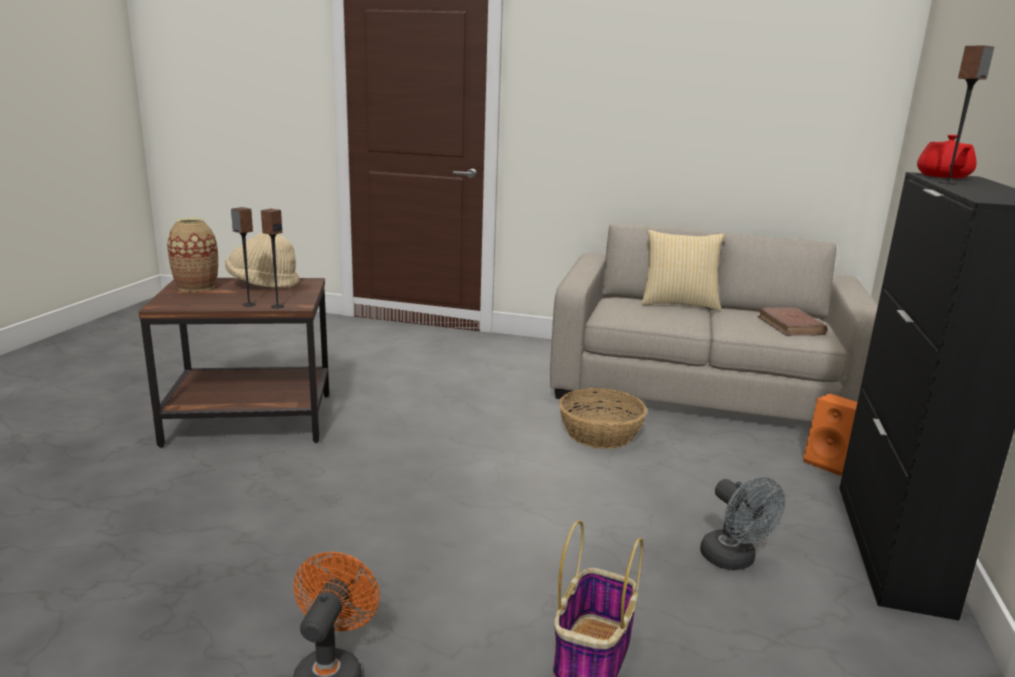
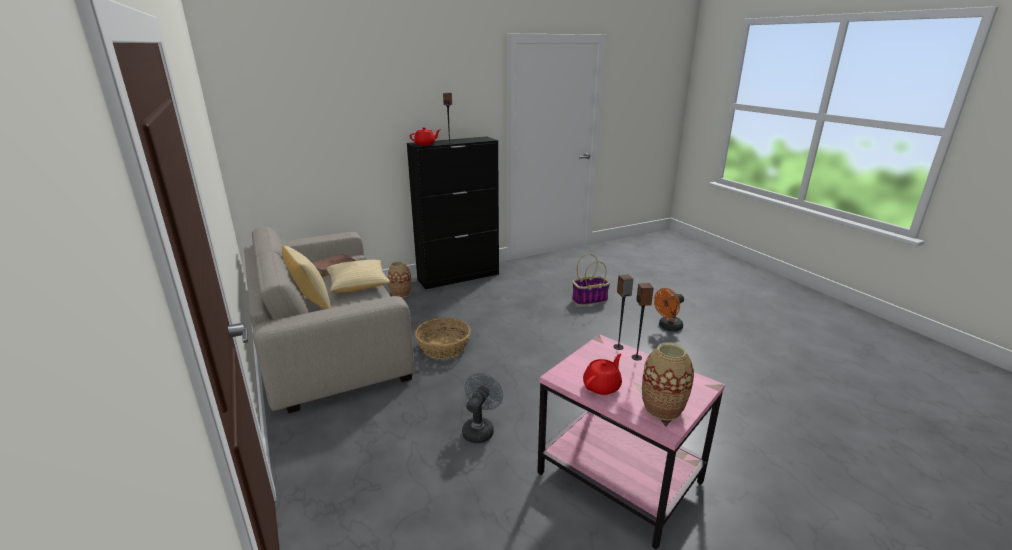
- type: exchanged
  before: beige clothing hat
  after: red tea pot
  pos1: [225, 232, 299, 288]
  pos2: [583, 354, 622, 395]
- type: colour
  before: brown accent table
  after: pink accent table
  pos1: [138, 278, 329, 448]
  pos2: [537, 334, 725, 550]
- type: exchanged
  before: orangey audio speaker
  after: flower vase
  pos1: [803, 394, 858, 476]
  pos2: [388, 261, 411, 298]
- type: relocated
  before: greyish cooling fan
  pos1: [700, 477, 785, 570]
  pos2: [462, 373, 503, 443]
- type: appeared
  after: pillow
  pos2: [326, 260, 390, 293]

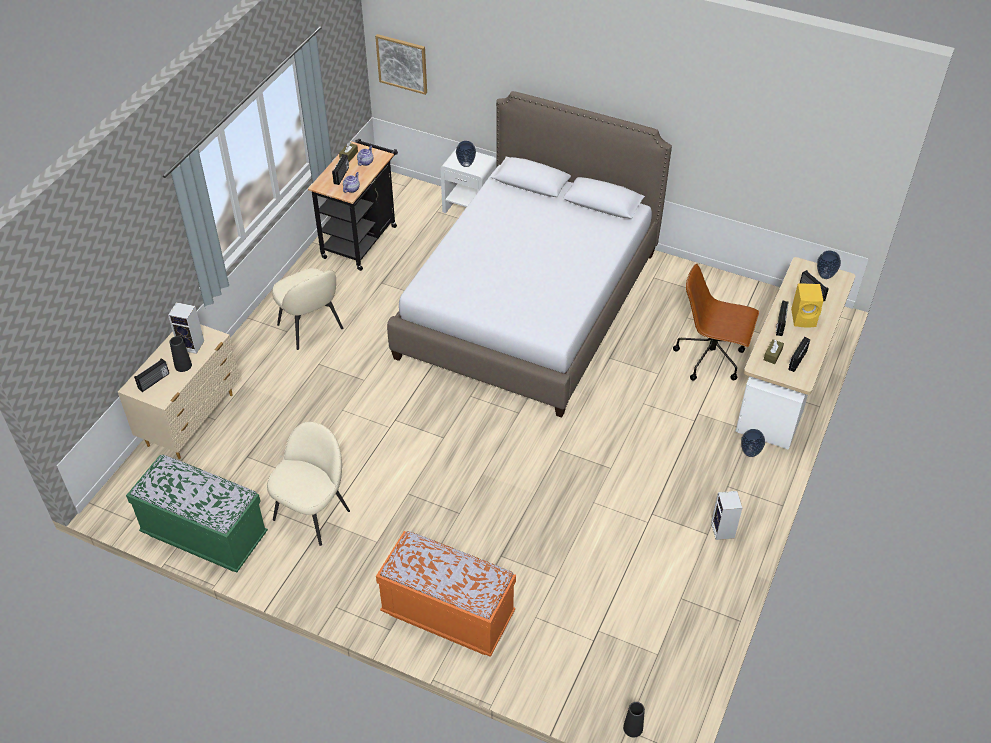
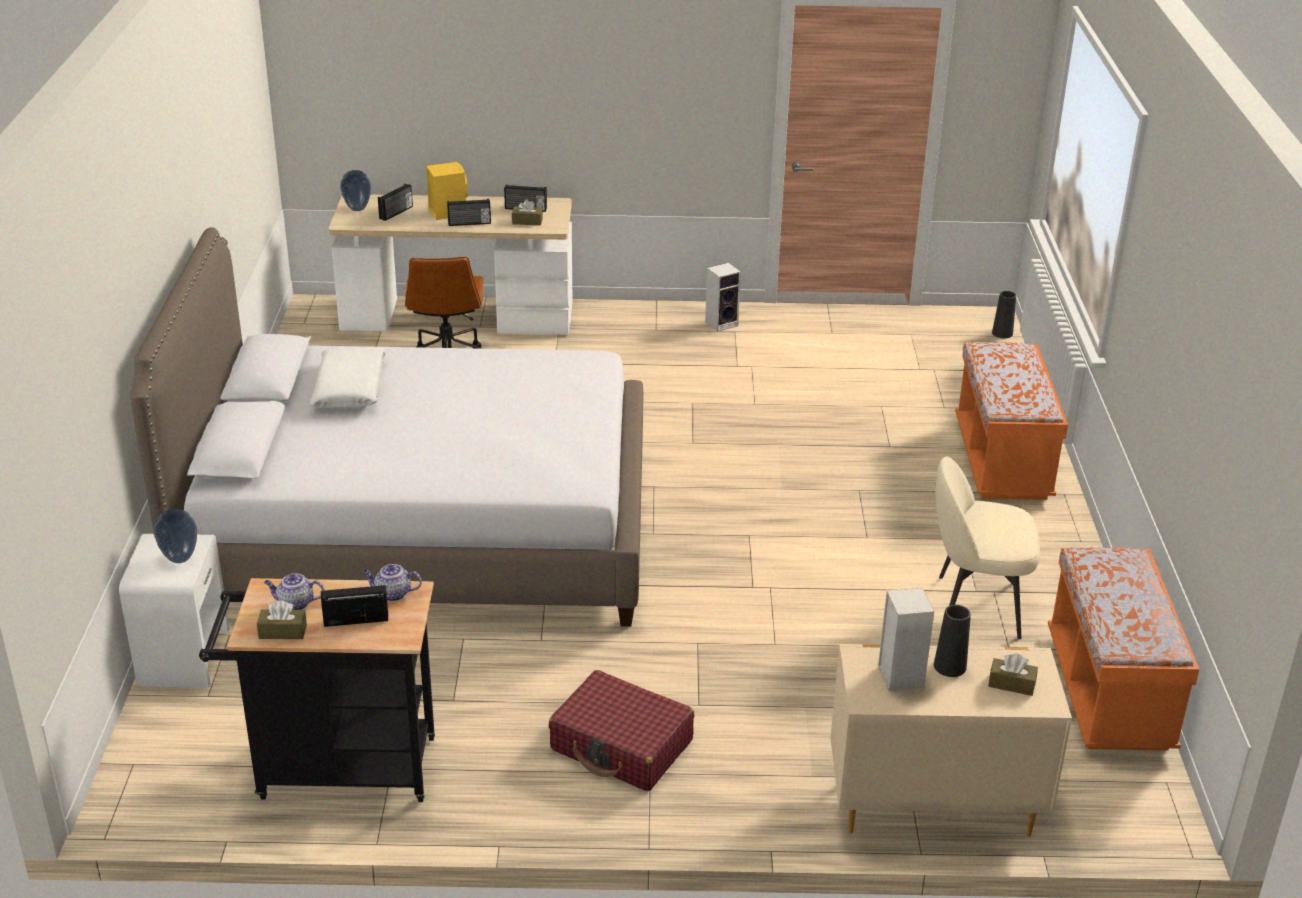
- type: missing
  before: wall picture
  pos1: [375, 34, 427, 95]
- type: exchanged
  before: beige chair
  after: red piece of luggage
  pos1: [272, 268, 343, 350]
  pos2: [548, 670, 694, 791]
- type: exchanged
  before: radio receiver
  after: brown box of tissues
  pos1: [134, 358, 169, 392]
  pos2: [988, 654, 1038, 696]
- type: missing
  before: flower vase
  pos1: [741, 429, 765, 457]
- type: colour
  before: greenish indoor bench
  after: orangey indoor bench
  pos1: [126, 455, 268, 572]
  pos2: [1048, 547, 1199, 750]
- type: appeared
  after: white-coloured pillow
  pos2: [310, 347, 386, 408]

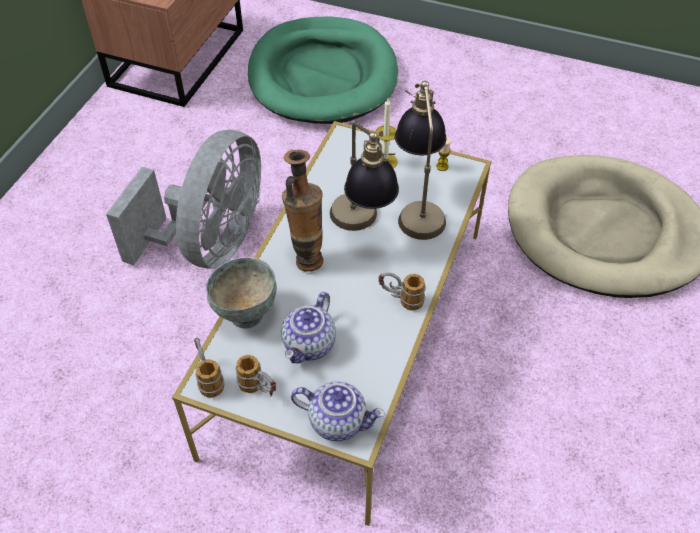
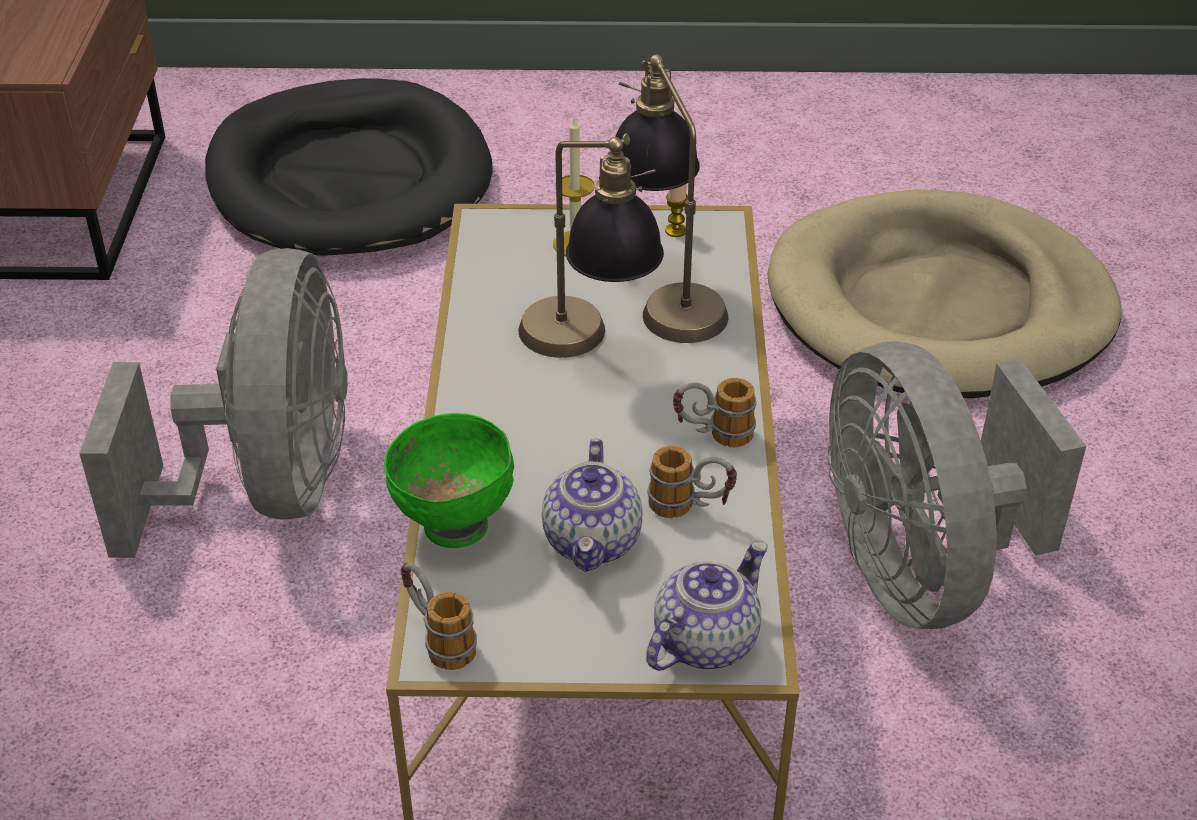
- type: colour
  before: greenish dog bed
  after: black dog bed
  pos1: [248, 17, 398, 124]
  pos2: [205, 78, 493, 256]
- type: missing
  before: flower vase
  pos1: [282, 150, 323, 272]
- type: colour
  before: greyish serving bowl
  after: greenish serving bowl
  pos1: [206, 257, 277, 328]
  pos2: [384, 413, 514, 548]
- type: relocated
  before: tea mug
  pos1: [235, 355, 276, 397]
  pos2: [648, 446, 737, 518]
- type: spun
  before: tea pot
  pos1: [291, 381, 385, 441]
  pos2: [646, 541, 768, 671]
  turn: -45
- type: appeared
  after: greyish cooling fan
  pos2: [827, 341, 1086, 629]

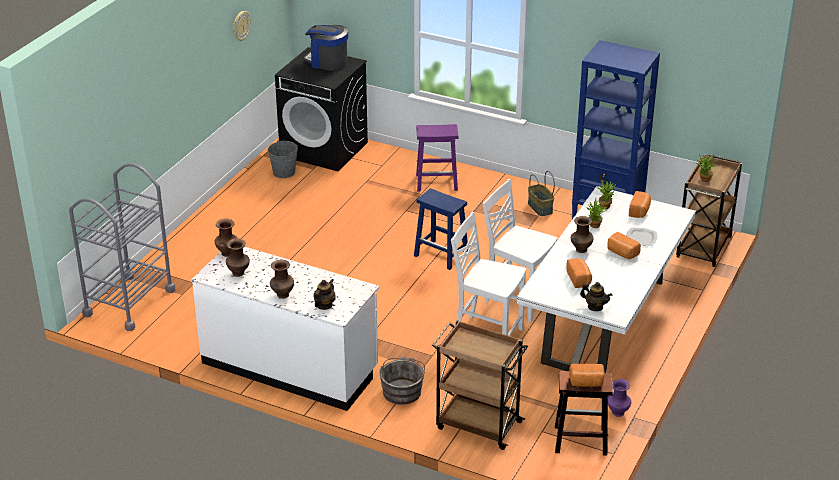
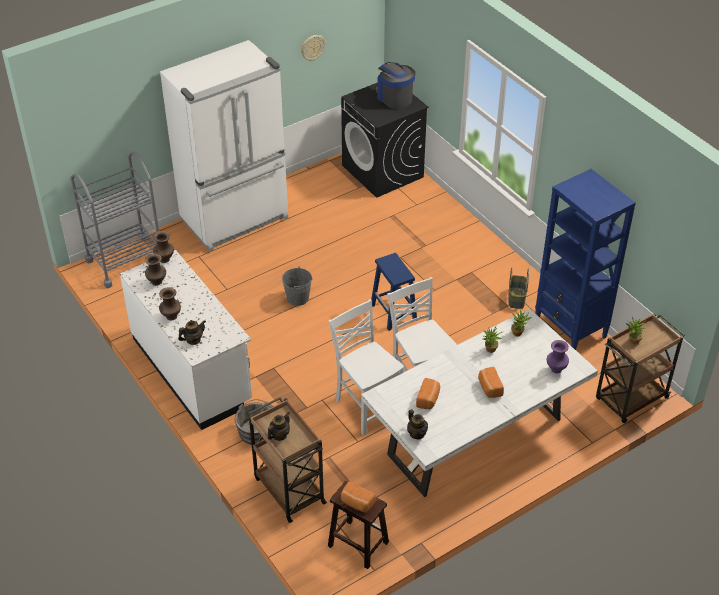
- type: missing
  before: purple stool seat
  pos1: [416, 124, 458, 192]
- type: relocated
  before: greyish pail
  pos1: [268, 140, 298, 178]
  pos2: [282, 267, 313, 306]
- type: missing
  before: baked bread
  pos1: [629, 191, 651, 218]
- type: missing
  before: brown flower vase
  pos1: [571, 216, 594, 253]
- type: missing
  before: flat dish
  pos1: [626, 228, 658, 246]
- type: relocated
  before: purple flower vase
  pos1: [608, 379, 631, 417]
  pos2: [547, 340, 569, 374]
- type: appeared
  after: white-coloured kitchen fridge
  pos2: [160, 40, 288, 252]
- type: appeared
  after: tea pot
  pos2: [268, 412, 290, 441]

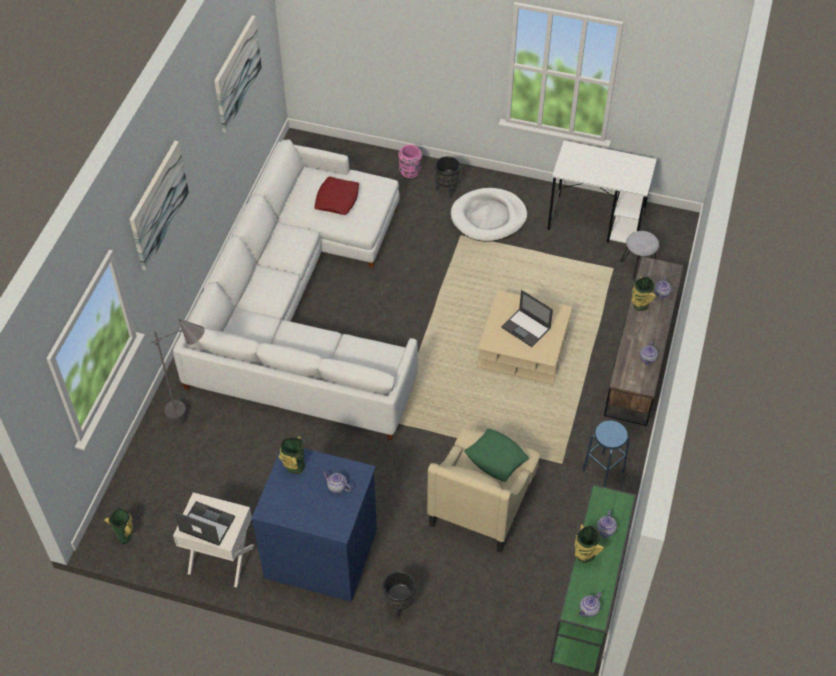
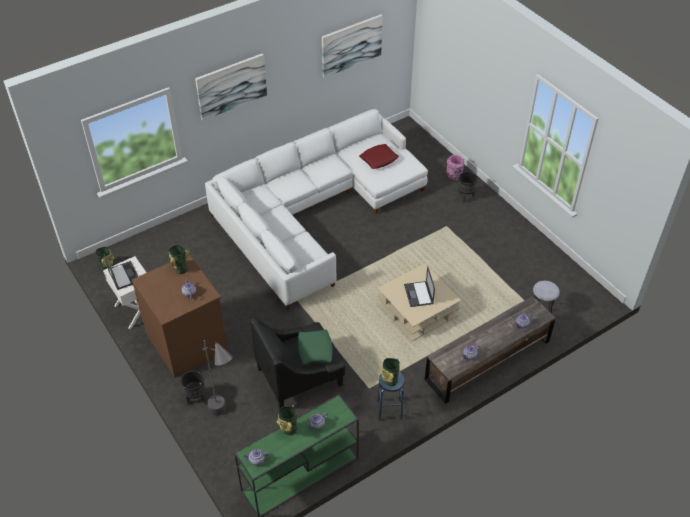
- type: missing
  before: white-coloured desk unit
  pos1: [547, 140, 657, 243]
- type: missing
  before: white-coloured dog bed
  pos1: [451, 188, 527, 242]
- type: relocated
  before: flower vase
  pos1: [631, 276, 656, 311]
  pos2: [380, 358, 400, 387]
- type: relocated
  before: greyish standing lamp
  pos1: [150, 319, 205, 426]
  pos2: [201, 340, 233, 416]
- type: colour
  before: beige easy chair
  after: black easy chair
  pos1: [427, 427, 539, 553]
  pos2: [250, 317, 345, 410]
- type: colour
  before: blue dresser
  after: brown dresser
  pos1: [252, 448, 377, 602]
  pos2: [132, 254, 228, 378]

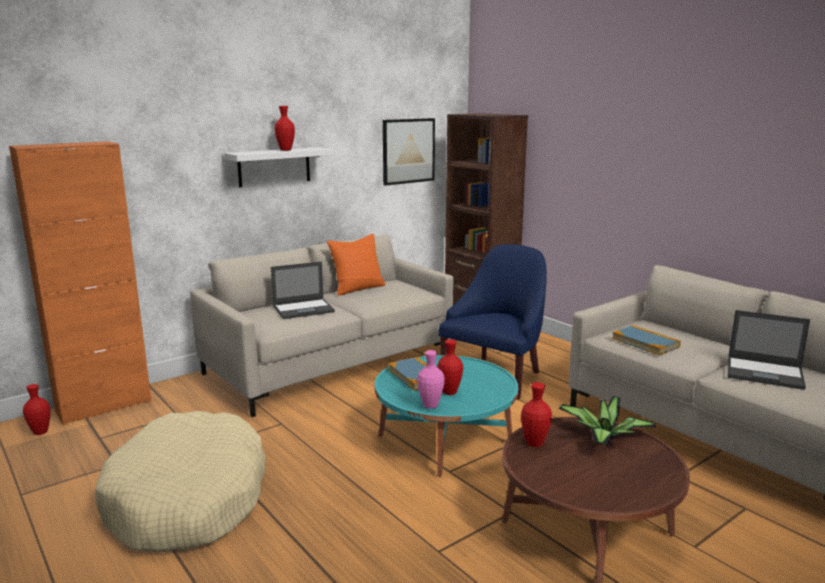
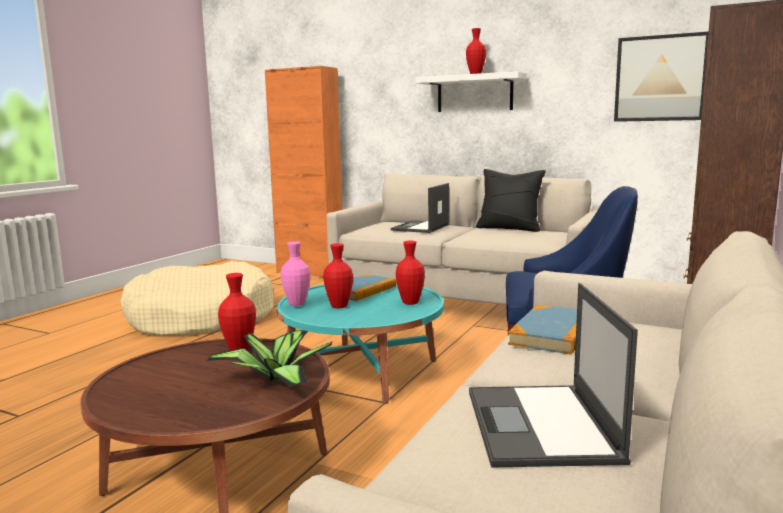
- type: colour
  before: orangey pillow
  after: black pillow
  pos1: [327, 234, 386, 295]
  pos2: [476, 169, 546, 232]
- type: spun
  before: portable computer
  pos1: [271, 262, 335, 319]
  pos2: [391, 183, 449, 233]
  turn: 75
- type: relocated
  before: red flower vase
  pos1: [23, 384, 51, 435]
  pos2: [396, 241, 425, 305]

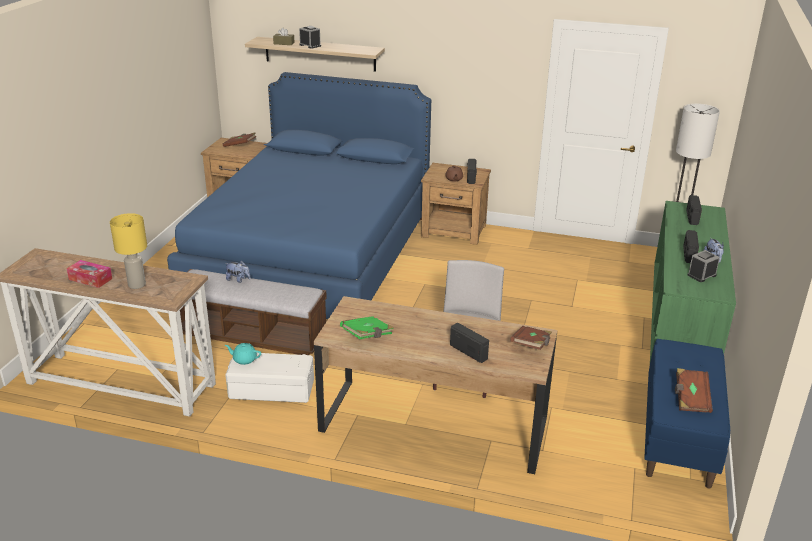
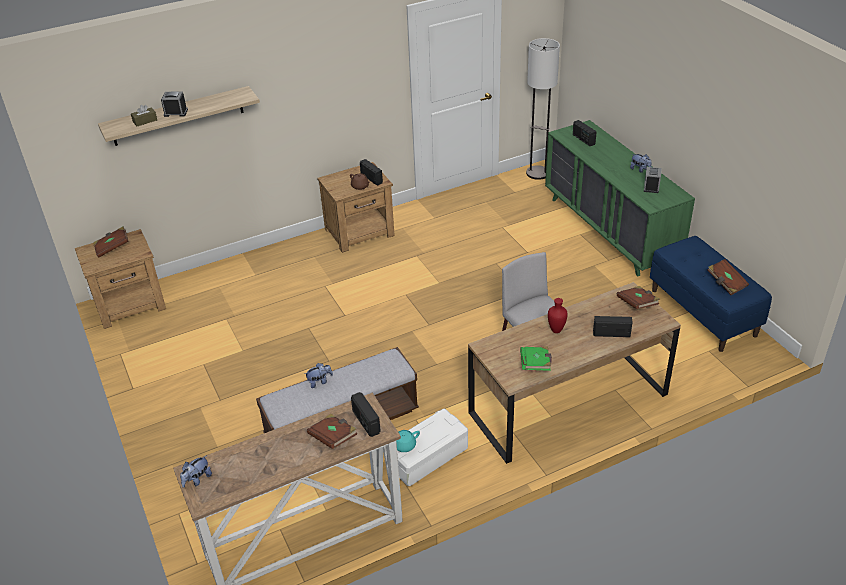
- type: missing
  before: blue sleeping bed
  pos1: [167, 72, 431, 319]
- type: exchanged
  before: yellow-coloured tabletop lamp
  after: brown bound book
  pos1: [110, 213, 147, 289]
  pos2: [307, 414, 357, 449]
- type: relocated
  before: radio receiver
  pos1: [683, 230, 699, 263]
  pos2: [351, 392, 381, 437]
- type: missing
  before: box of tissues
  pos1: [67, 260, 112, 288]
- type: appeared
  after: red flower vase
  pos2: [548, 298, 568, 333]
- type: appeared
  after: plush toy
  pos2: [180, 455, 212, 488]

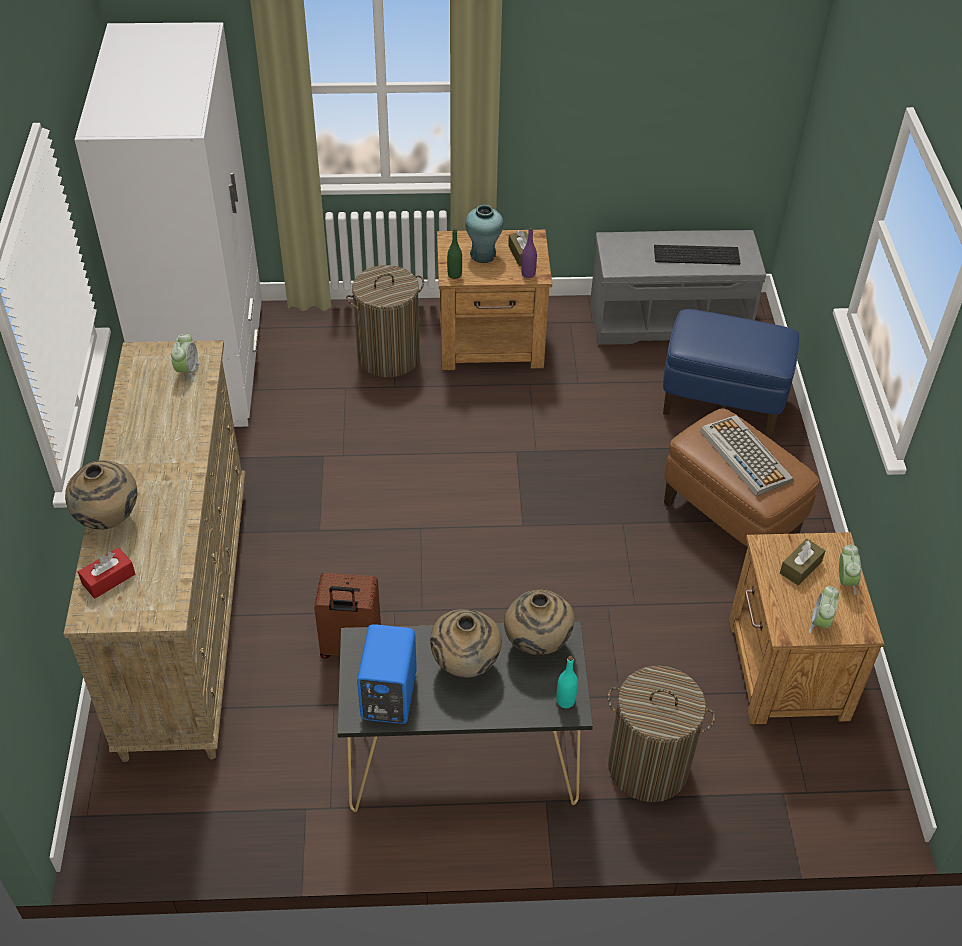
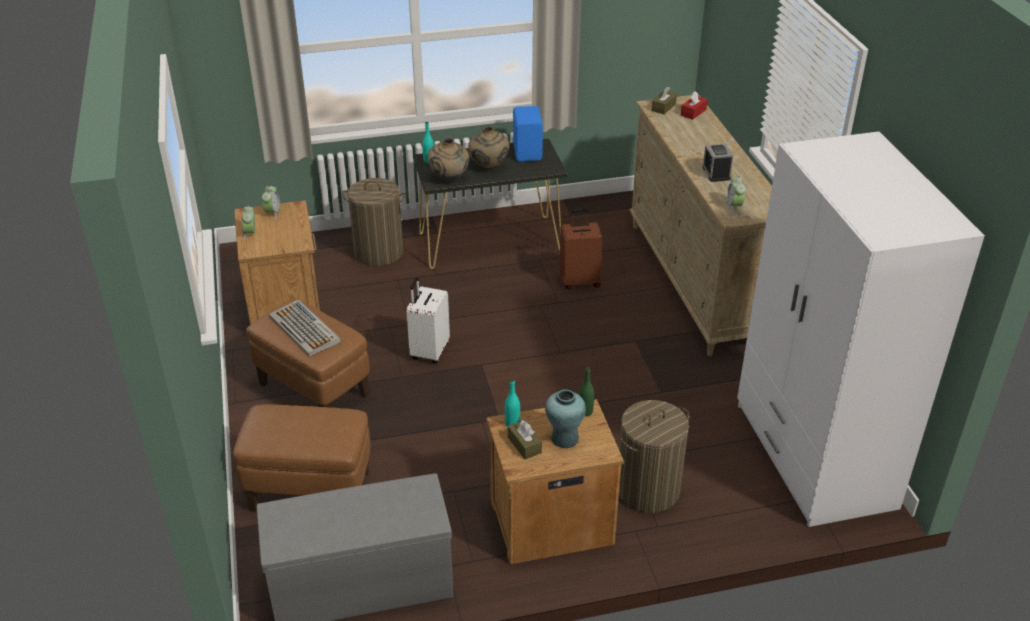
- type: colour
  before: purple drink bottle
  after: blue-green drink bottle
  pos1: [521, 228, 537, 278]
  pos2: [505, 379, 520, 426]
- type: missing
  before: keyboard
  pos1: [654, 245, 740, 265]
- type: colour
  before: blue pouffe
  after: brown pouffe
  pos1: [663, 309, 800, 436]
  pos2: [234, 404, 370, 511]
- type: missing
  before: beige flower vase
  pos1: [65, 460, 137, 530]
- type: relocated
  before: brown box of tissues
  pos1: [780, 539, 825, 585]
  pos2: [652, 87, 677, 115]
- type: appeared
  after: bedside clock
  pos2: [702, 144, 733, 182]
- type: appeared
  after: white-coloured piece of luggage
  pos2: [406, 277, 450, 363]

